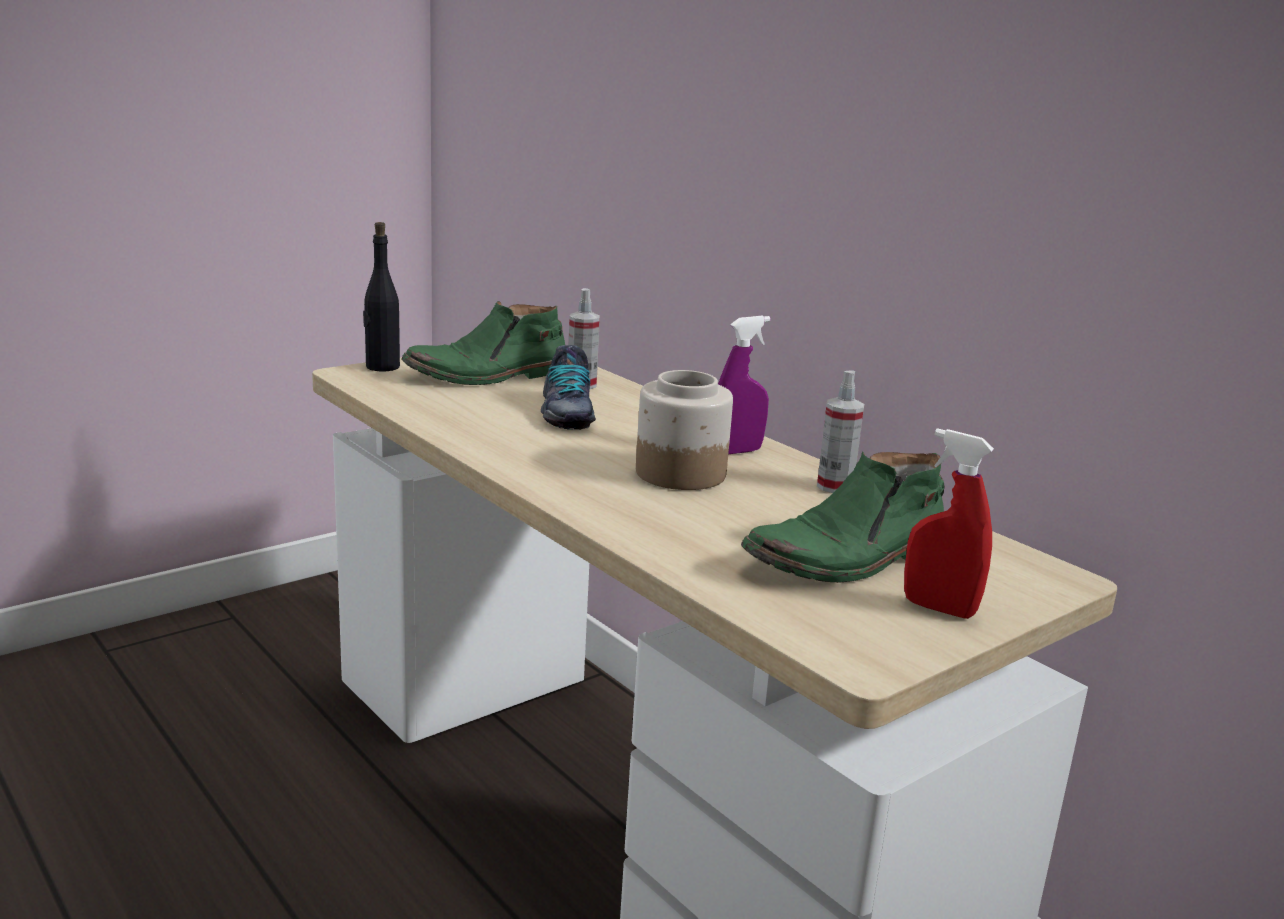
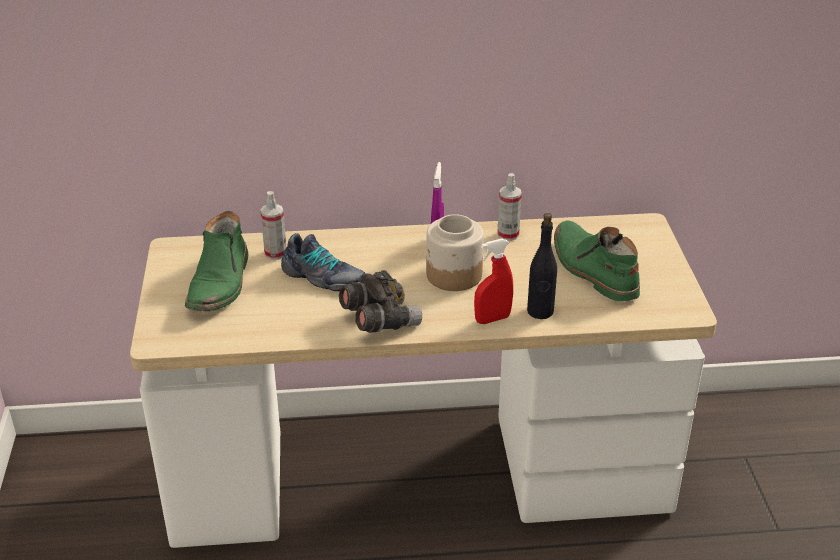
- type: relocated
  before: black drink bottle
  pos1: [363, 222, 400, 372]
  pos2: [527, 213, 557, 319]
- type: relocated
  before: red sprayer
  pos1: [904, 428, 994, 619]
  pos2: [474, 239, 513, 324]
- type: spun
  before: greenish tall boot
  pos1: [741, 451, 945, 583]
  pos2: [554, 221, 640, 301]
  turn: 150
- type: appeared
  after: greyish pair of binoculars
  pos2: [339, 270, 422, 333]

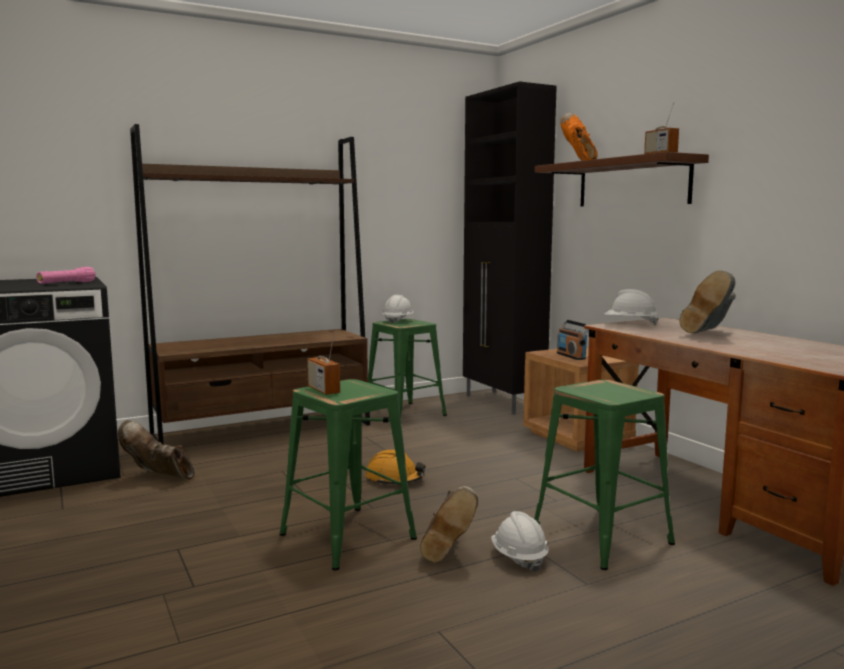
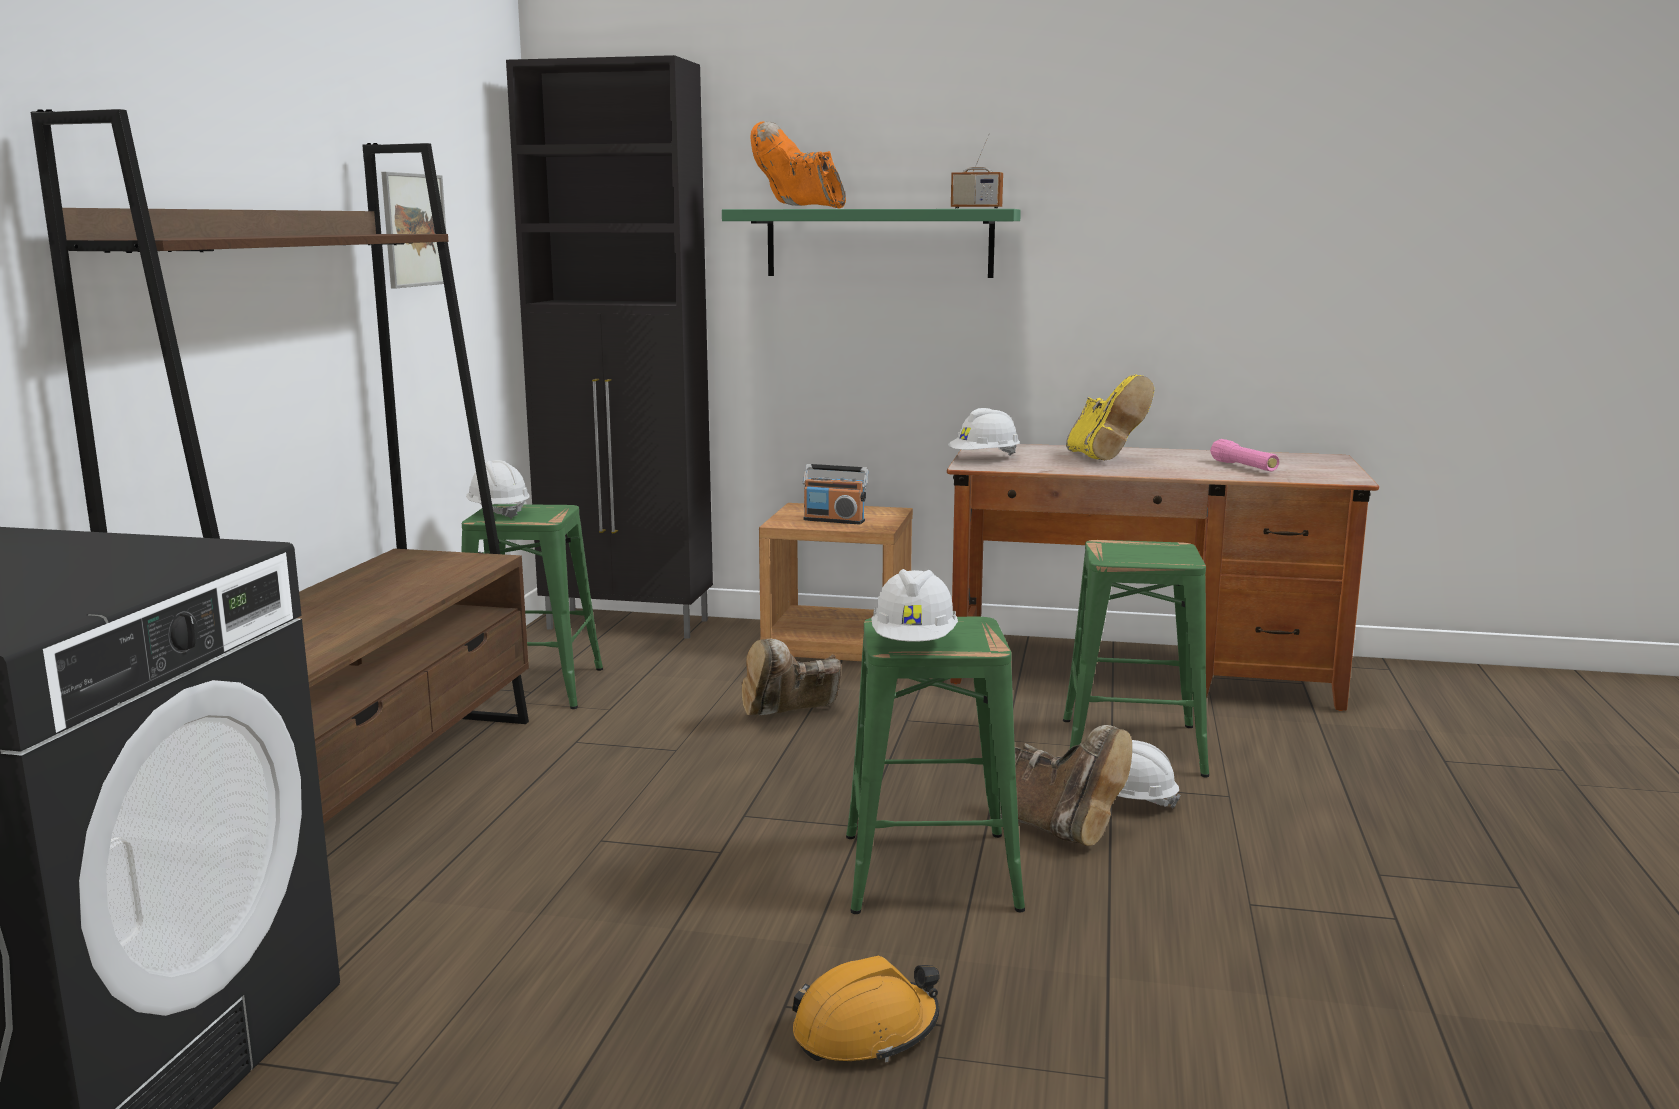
- type: colour
  before: brown bracket shelf
  after: greenish bracket shelf
  pos1: [535, 152, 709, 206]
  pos2: [722, 209, 1021, 278]
- type: relocated
  before: pink torch
  pos1: [36, 267, 96, 284]
  pos2: [1210, 439, 1279, 472]
- type: colour
  before: greyish tall boot
  after: yellow-coloured tall boot
  pos1: [680, 270, 736, 333]
  pos2: [1066, 374, 1154, 460]
- type: exchanged
  before: radio receiver
  after: white-coloured safety helmet
  pos1: [307, 328, 340, 395]
  pos2: [871, 569, 958, 642]
- type: relocated
  before: brown tall boot
  pos1: [118, 420, 194, 480]
  pos2: [742, 639, 841, 715]
- type: relocated
  before: orangey safety helmet
  pos1: [365, 450, 425, 485]
  pos2: [792, 956, 939, 1063]
- type: appeared
  after: wall picture
  pos2: [381, 172, 447, 289]

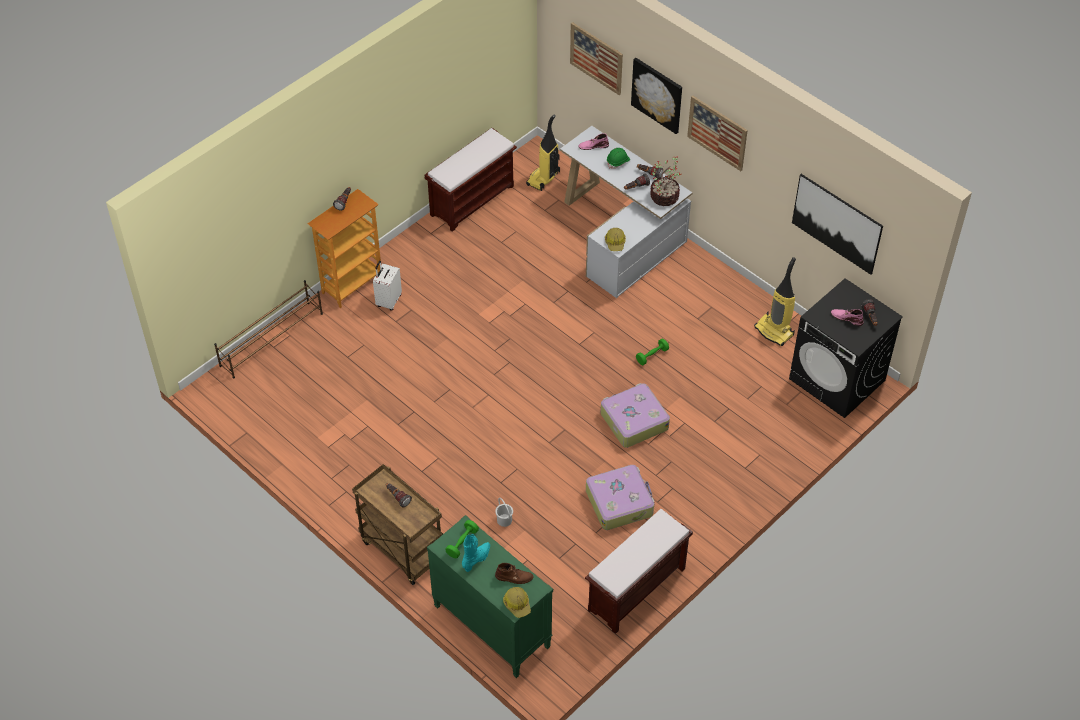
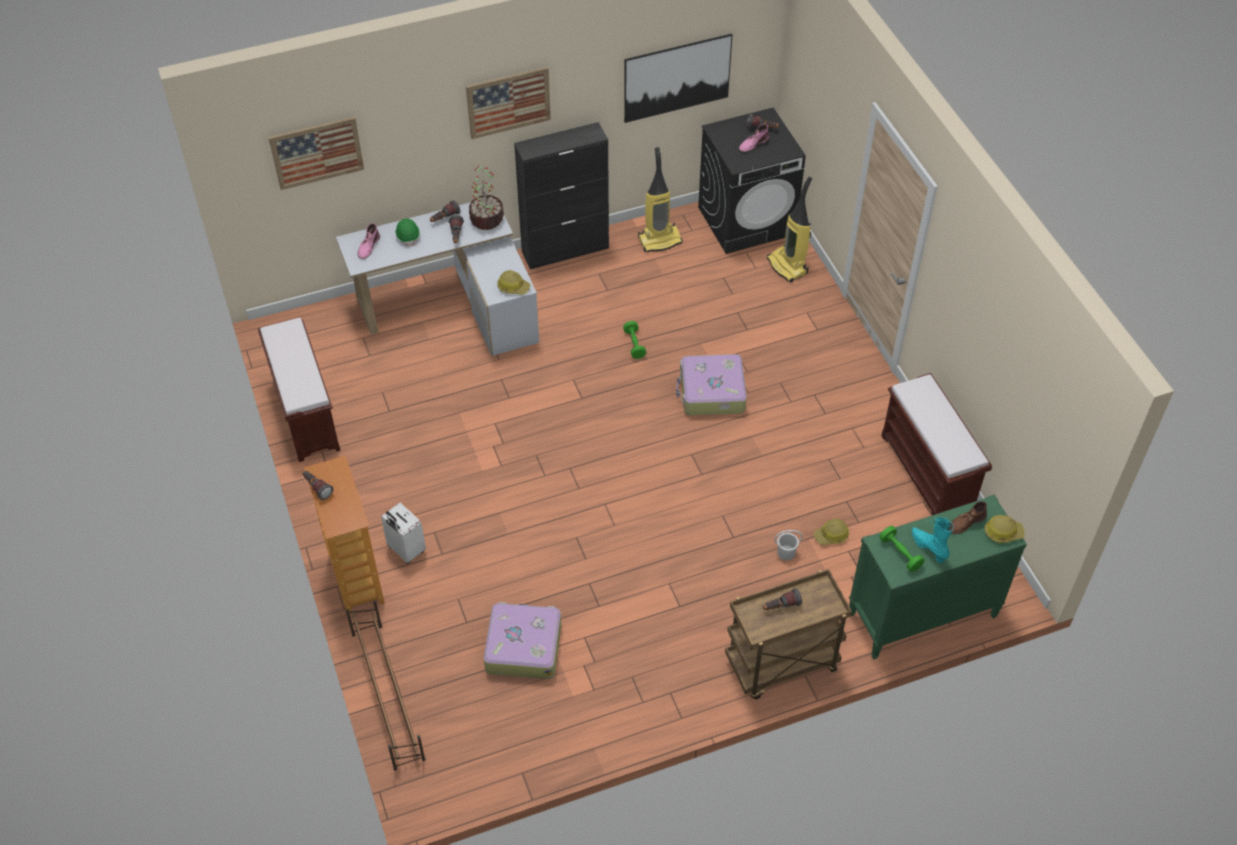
- type: missing
  before: wall picture
  pos1: [631, 58, 682, 134]
- type: relocated
  before: vacuum
  pos1: [526, 115, 560, 191]
  pos2: [767, 177, 812, 283]
- type: relocated
  before: piece of luggage
  pos1: [586, 465, 655, 530]
  pos2: [484, 602, 561, 679]
- type: spun
  before: brown tall boot
  pos1: [495, 563, 533, 584]
  pos2: [951, 501, 987, 534]
  turn: -150
- type: appeared
  after: black cabinet
  pos2: [514, 122, 609, 269]
- type: appeared
  after: safety helmet
  pos2: [814, 518, 849, 545]

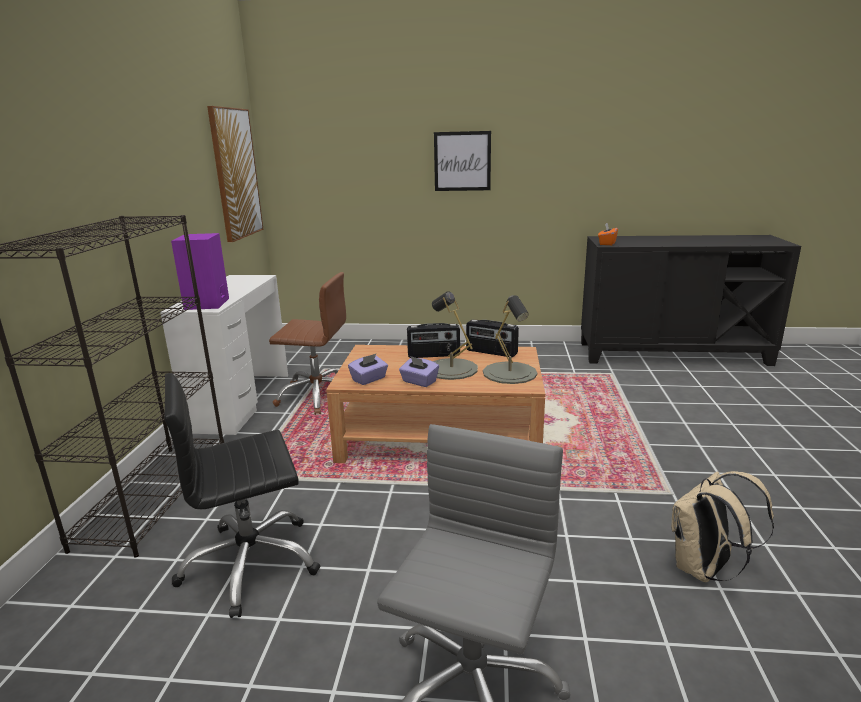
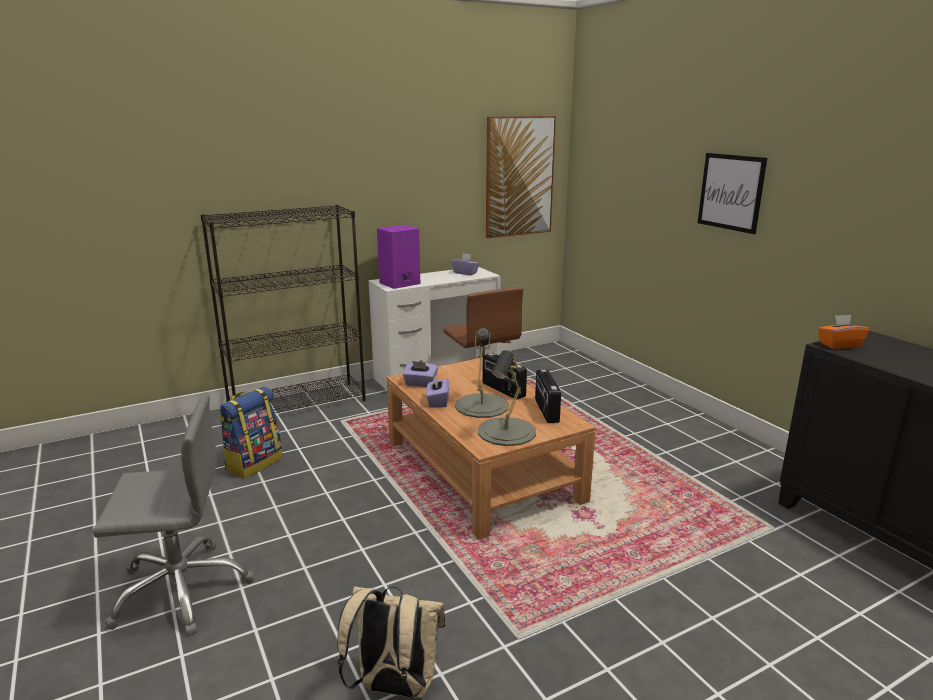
- type: exchanged
  before: black computer chair
  after: knapsack
  pos1: [164, 373, 320, 618]
  pos2: [219, 387, 283, 478]
- type: appeared
  after: purple box of tissues
  pos2: [451, 253, 480, 275]

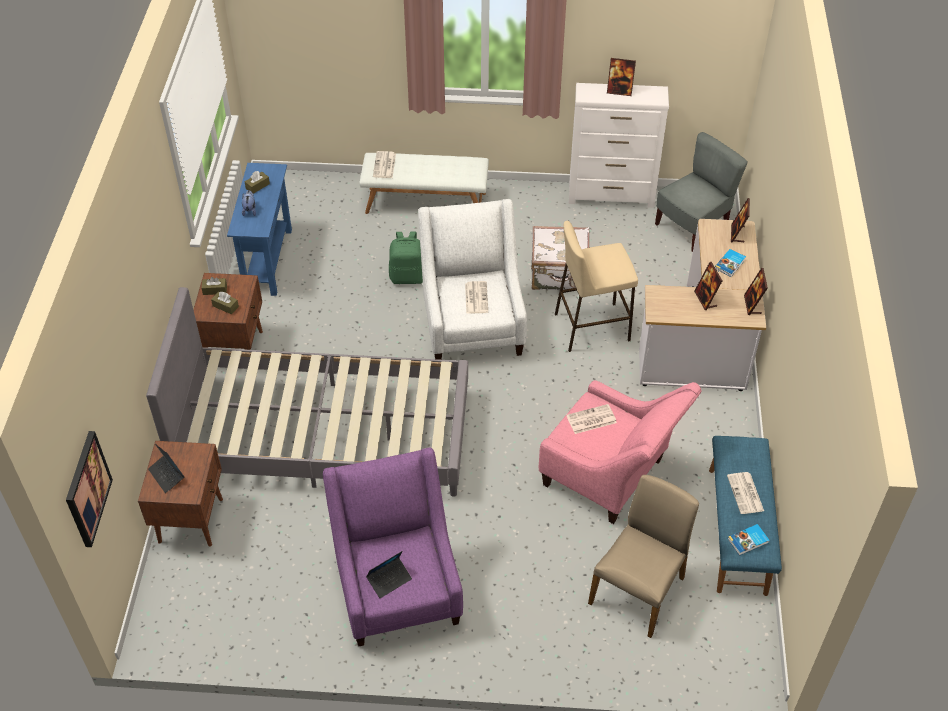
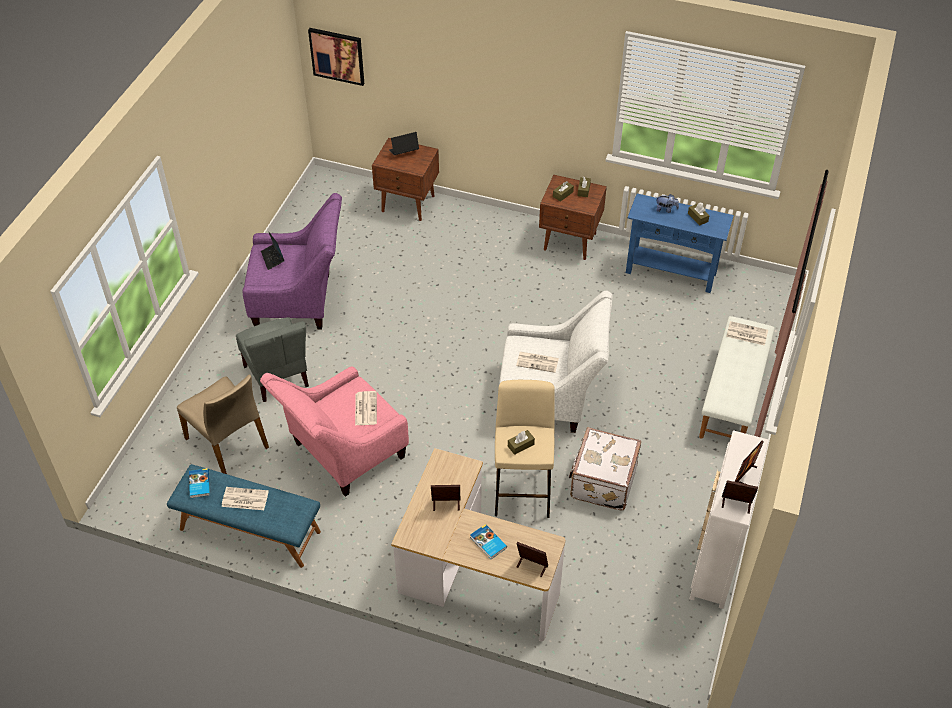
- type: relocated
  before: greyish chair
  pos1: [655, 132, 748, 252]
  pos2: [236, 317, 309, 402]
- type: missing
  before: greenish knapsack
  pos1: [389, 231, 423, 284]
- type: relocated
  before: picture frame
  pos1: [744, 268, 768, 315]
  pos2: [722, 480, 758, 514]
- type: missing
  before: greyish sleeping bed
  pos1: [146, 287, 468, 497]
- type: appeared
  after: brown box of tissues
  pos2: [508, 430, 535, 455]

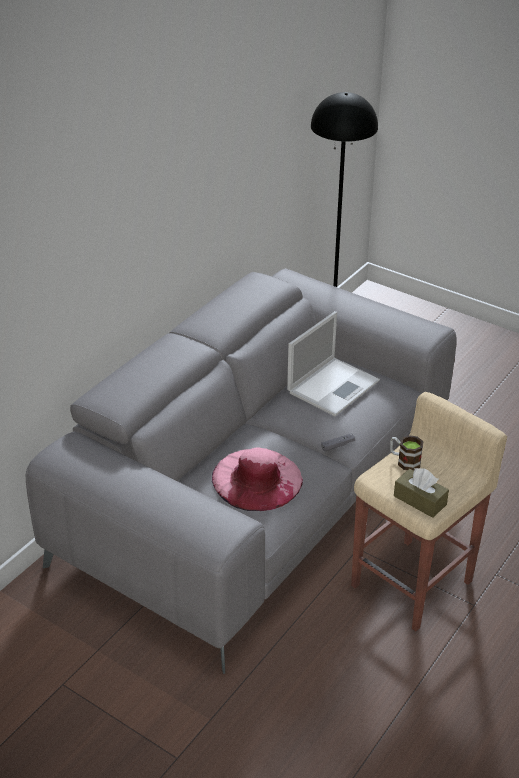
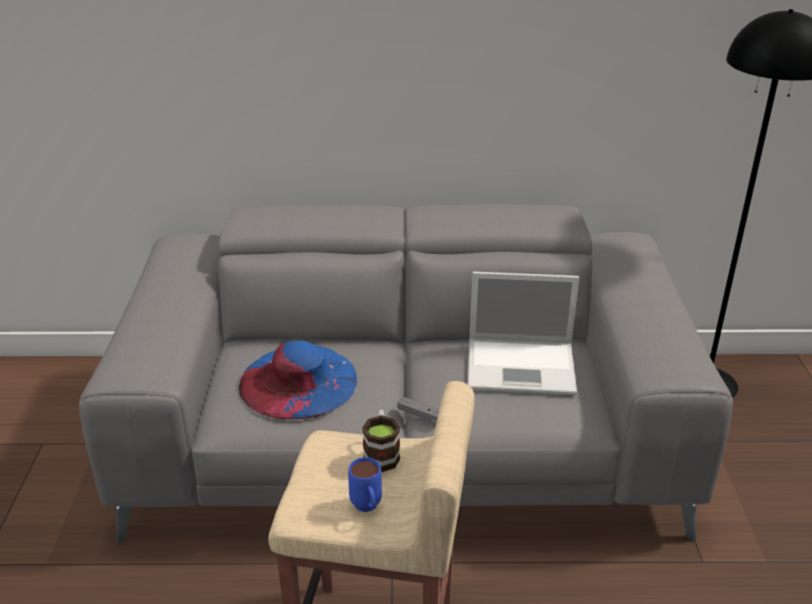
- type: colour
  before: pink clothing hat
  after: blue clothing hat
  pos1: [212, 448, 303, 511]
  pos2: [239, 340, 357, 420]
- type: missing
  before: brown box of tissues
  pos1: [394, 468, 449, 518]
- type: appeared
  after: blue tea mug
  pos2: [348, 457, 382, 512]

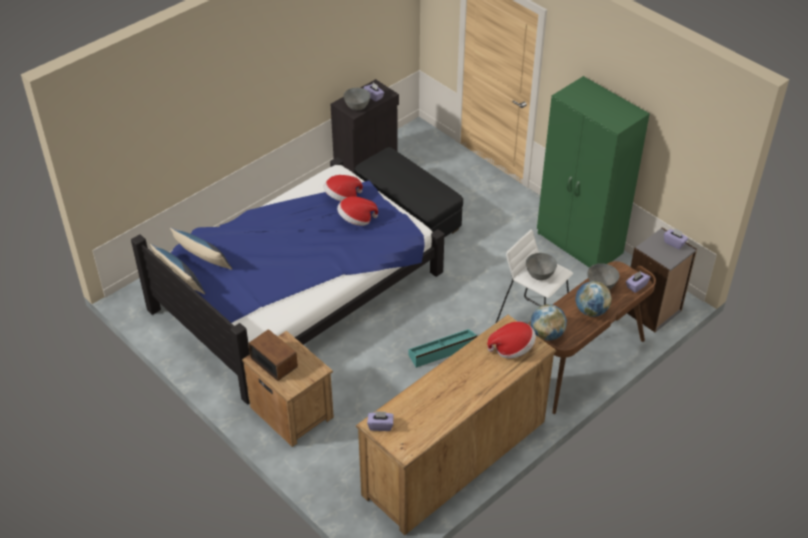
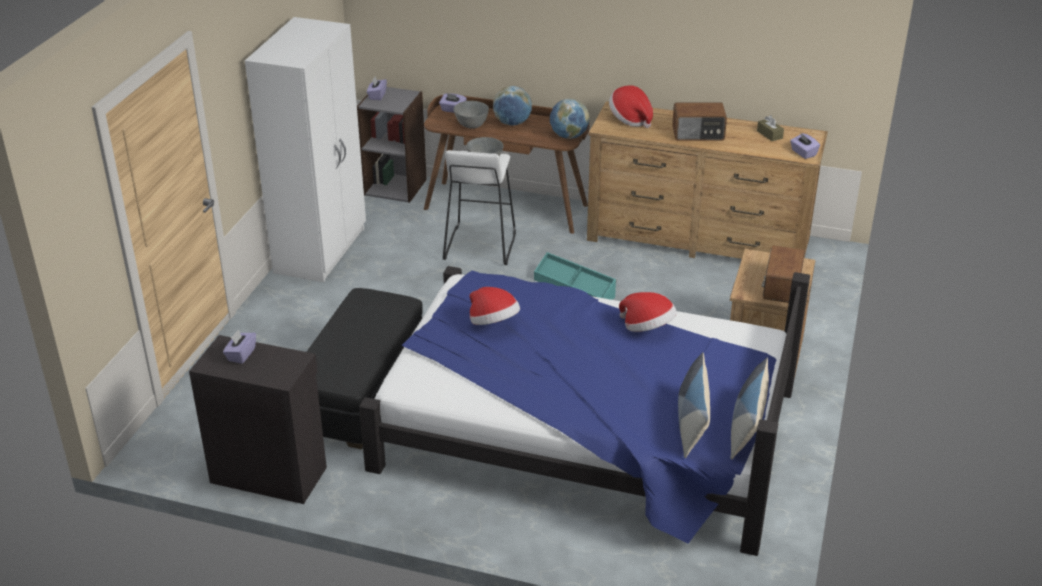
- type: colour
  before: greenish clothes cupboard
  after: white-coloured clothes cupboard
  pos1: [537, 76, 650, 268]
  pos2: [245, 17, 366, 282]
- type: missing
  before: greyish serving bowl
  pos1: [343, 88, 370, 111]
- type: relocated
  before: clothing hat
  pos1: [323, 175, 363, 201]
  pos2: [619, 292, 677, 332]
- type: appeared
  after: radio receiver
  pos2: [672, 102, 727, 141]
- type: appeared
  after: brown box of tissues
  pos2: [757, 115, 784, 141]

